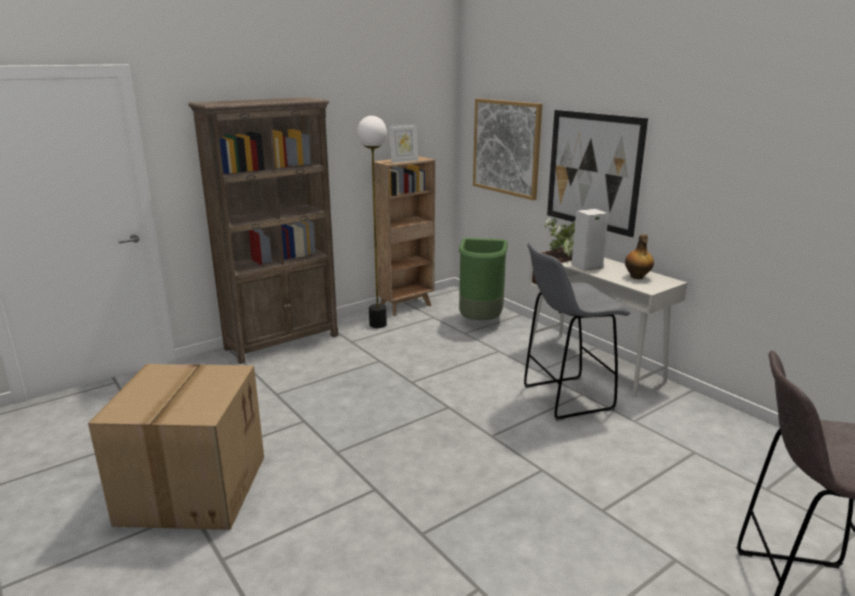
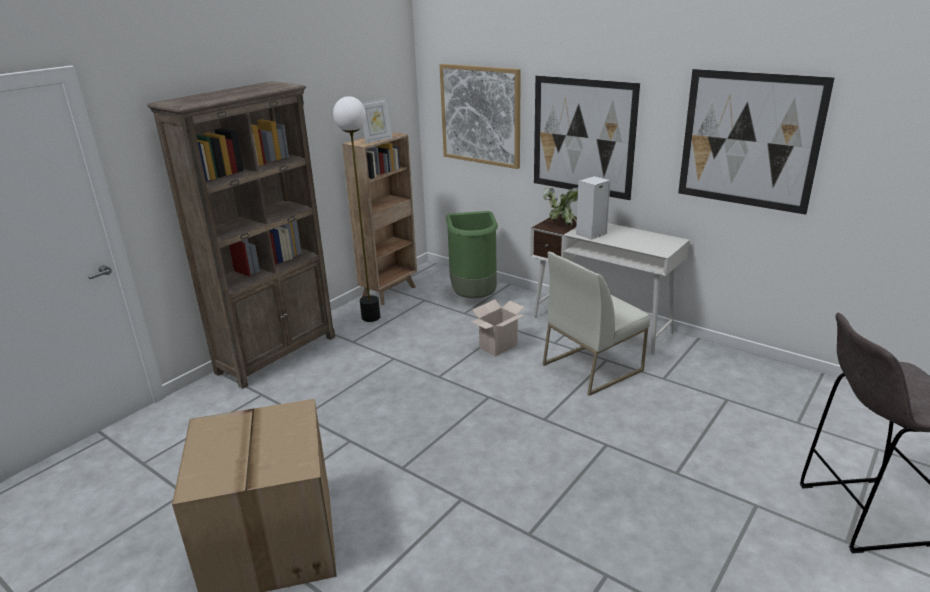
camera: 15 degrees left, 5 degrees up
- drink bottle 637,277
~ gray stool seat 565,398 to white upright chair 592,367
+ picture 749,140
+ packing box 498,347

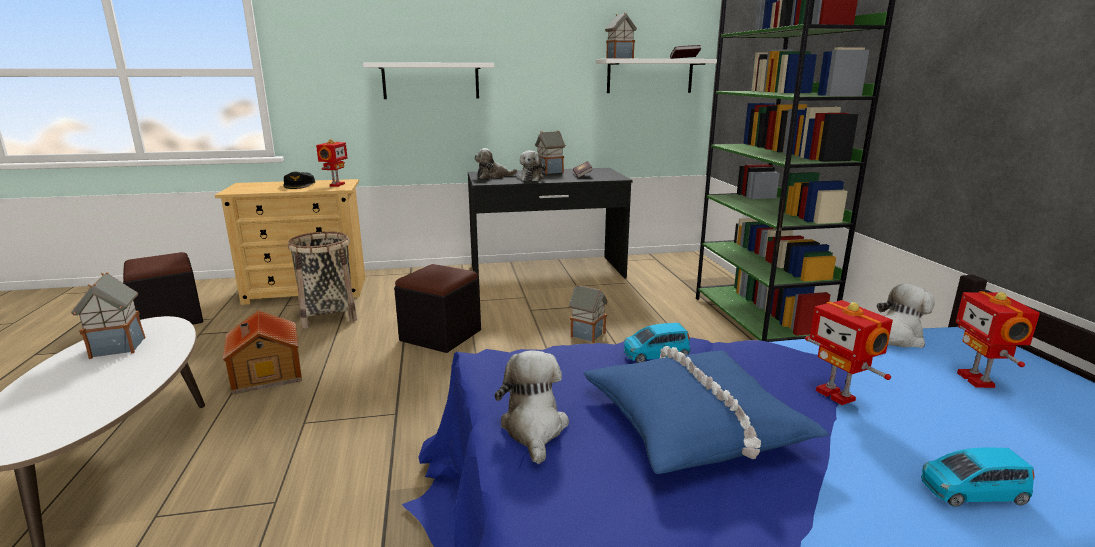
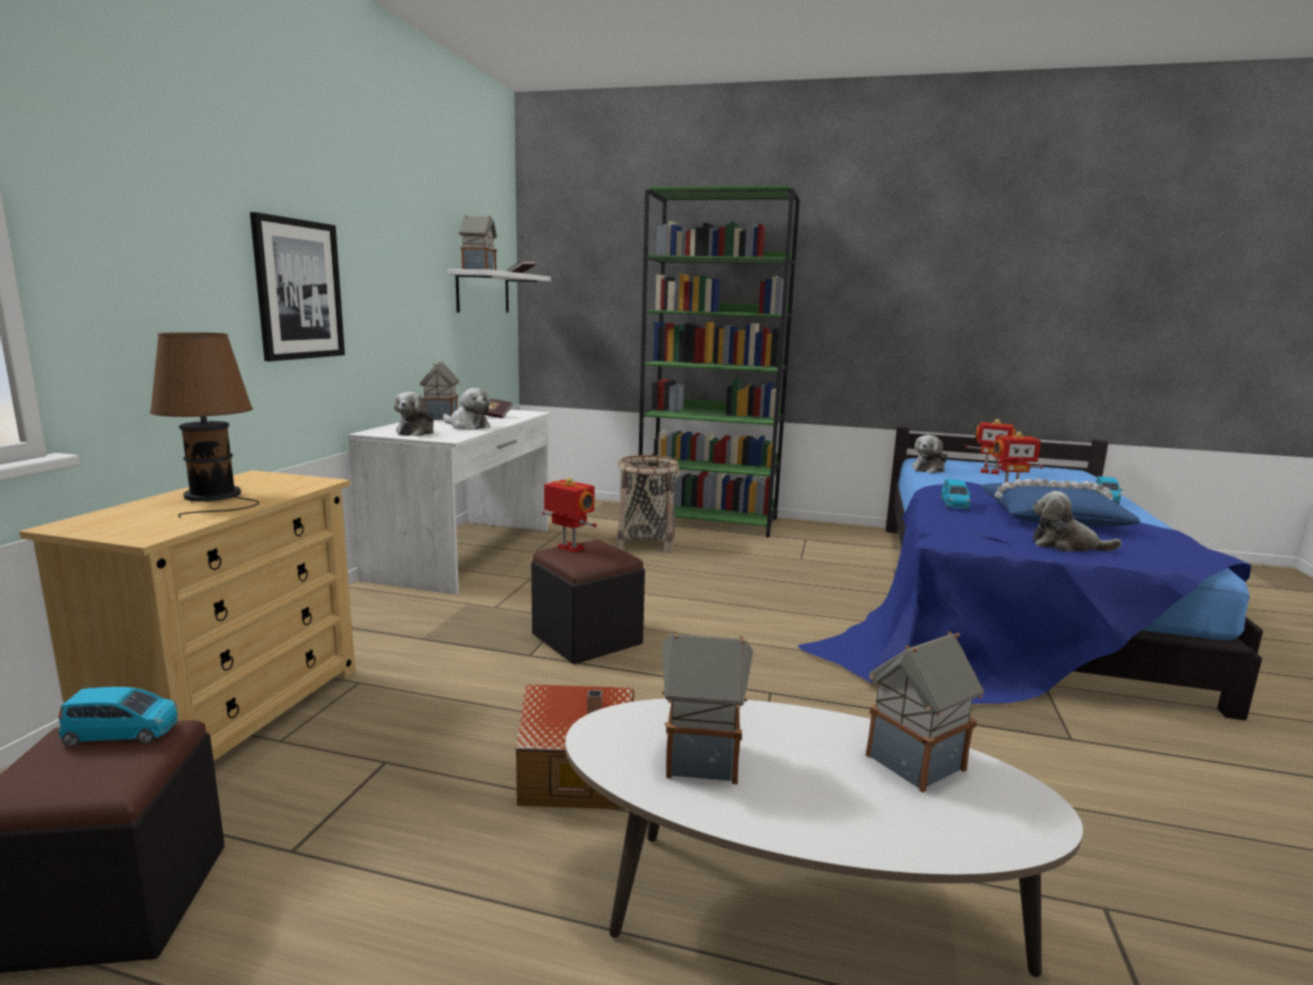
camera: 65 degrees left, 5 degrees down
~ white bracket shelf 431,81 to picture 298,290
~ toy robot 336,185 to 569,548
~ blackish desk table 546,271 to white desk table 465,553
~ blackish baseball cap 299,185 to brown tabletop lamp 214,496
~ household basket 328,315 to 646,544
~ toy house 587,335 to 914,764
~ plush toy 894,338 = 929,469 135 degrees counterclockwise
+ bluish miniature car 122,733

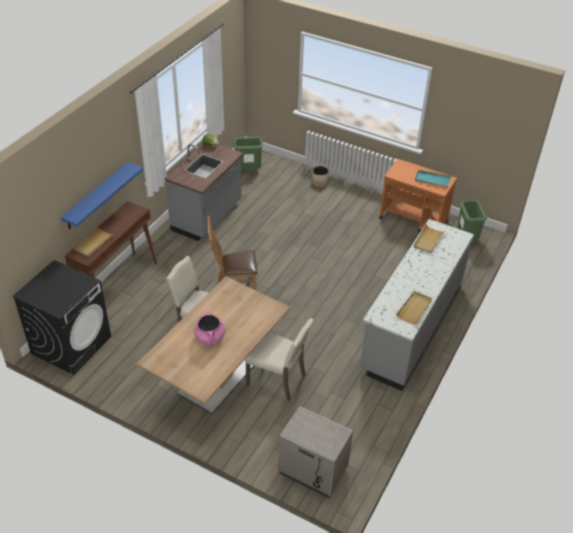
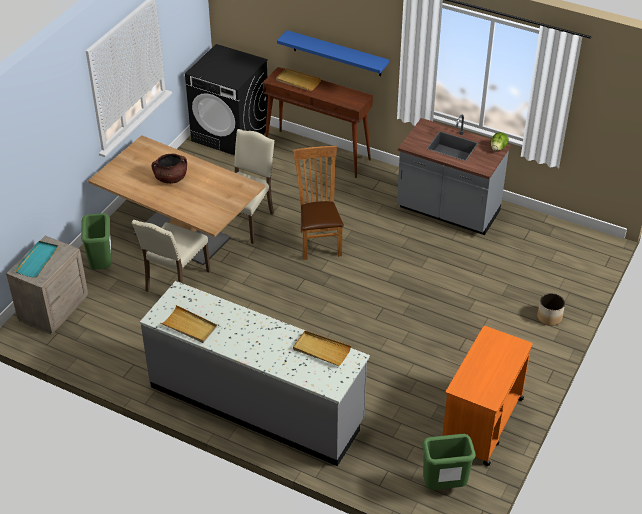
camera: 90 degrees right, 0 degrees up
~ greenish trash can 248,171 to 102,265
~ turquoise serving tray 432,180 to 38,260
~ pinkish cooking pot 210,337 to brown cooking pot 171,178

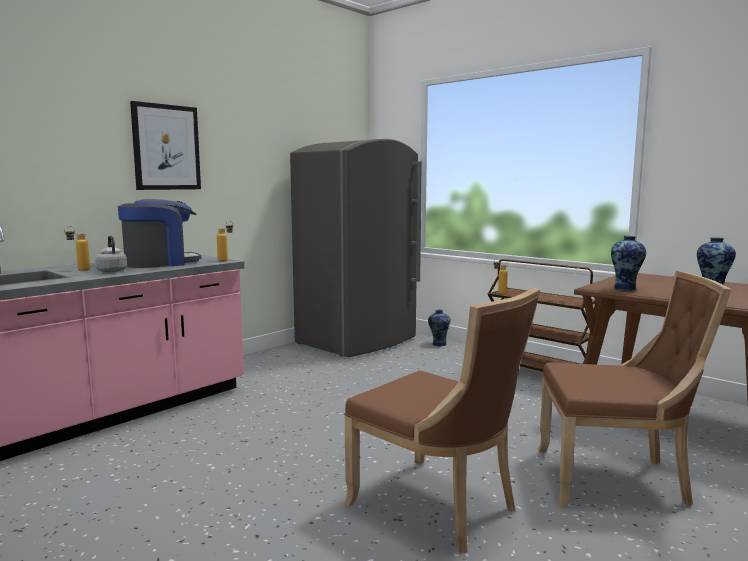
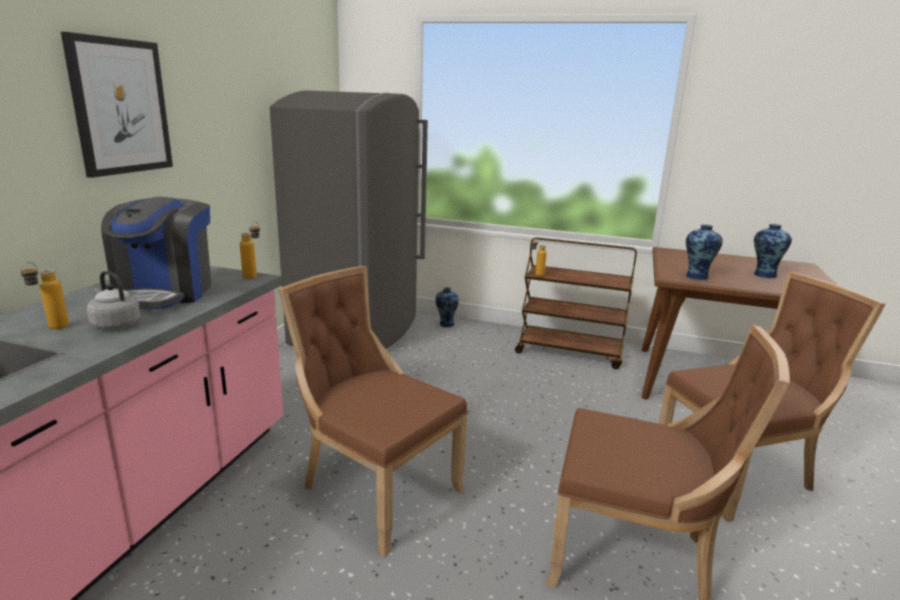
camera: 25 degrees left, 10 degrees up
~ coffee machine 160,263 = 165,293 150 degrees clockwise
+ brown upright chair 375,489

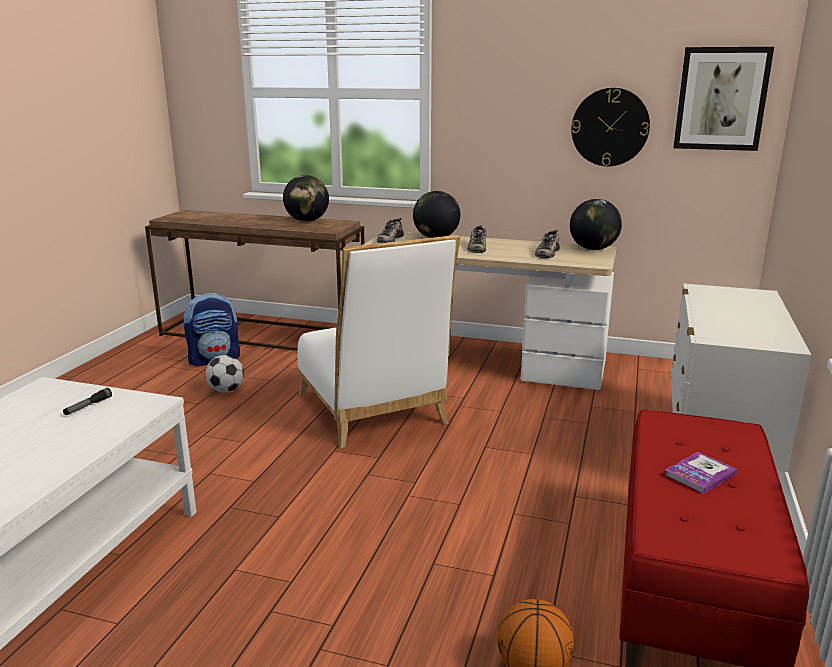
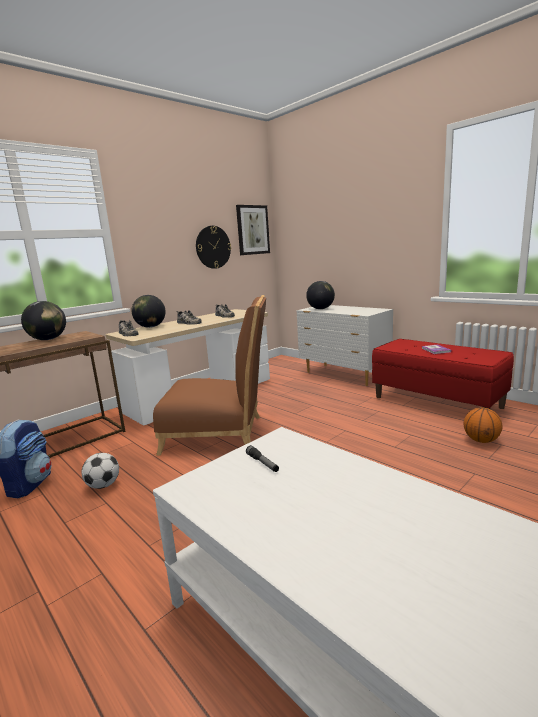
camera: 60 degrees left, 5 degrees down
~ desk globe 593,249 to 320,309
~ white upright chair 374,412 to brown upright chair 220,434

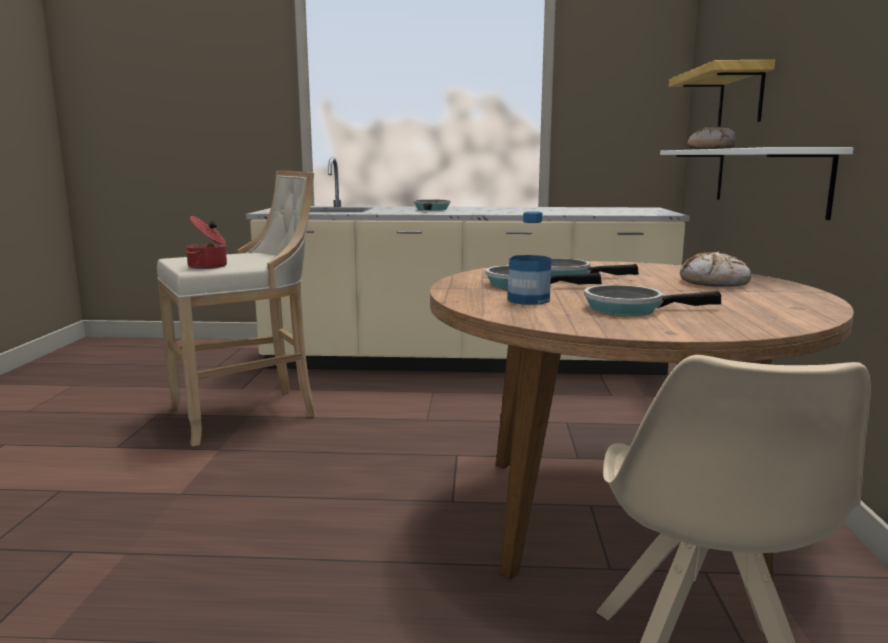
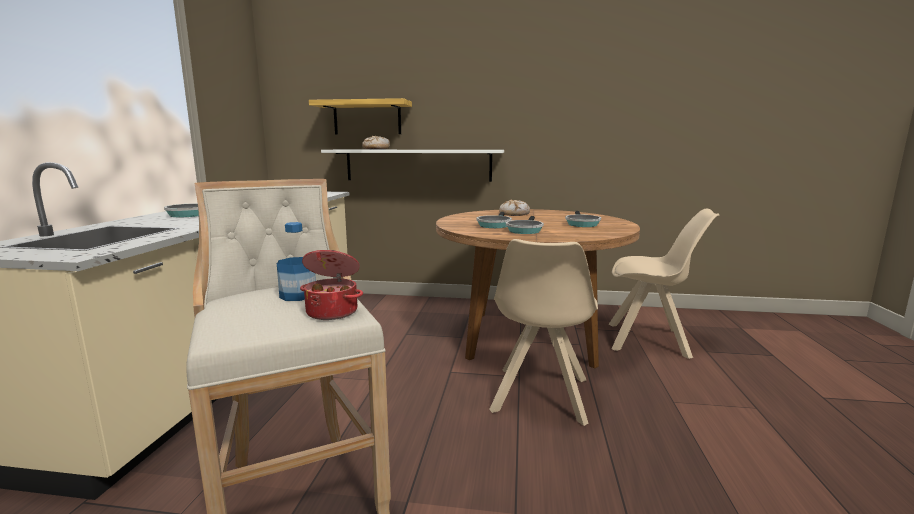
camera: 85 degrees left, 0 degrees up
~ drink bottle 528,300 to 298,295
+ beige upright chair 540,396

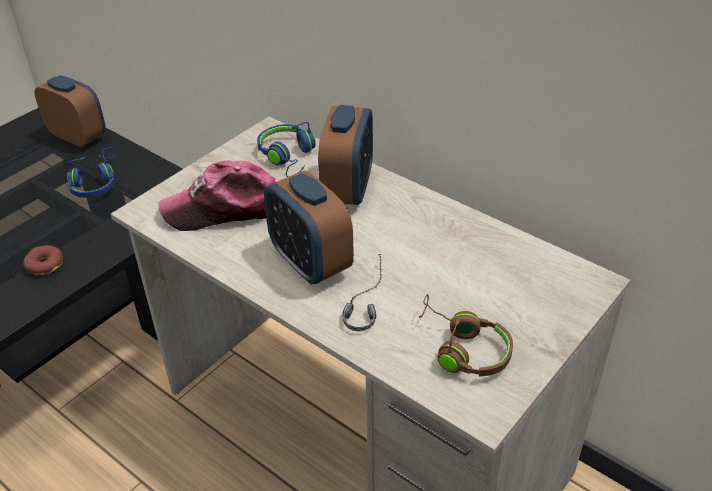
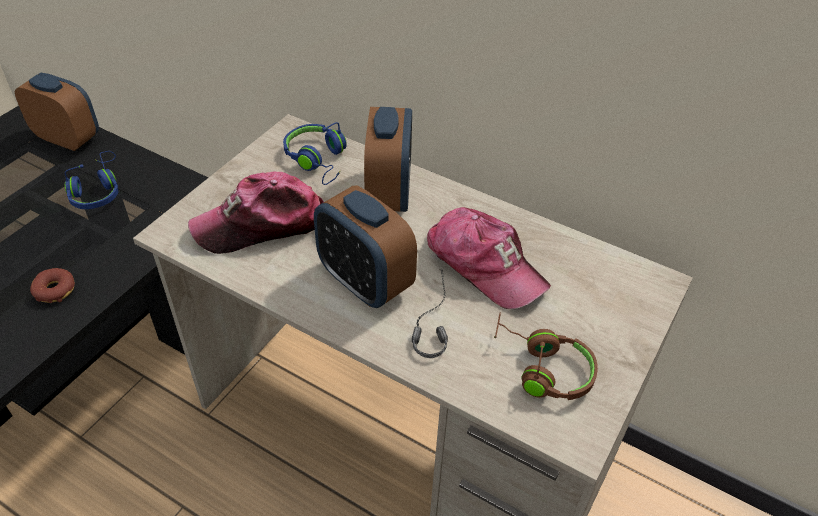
camera: 10 degrees left, 5 degrees up
+ baseball cap 484,265

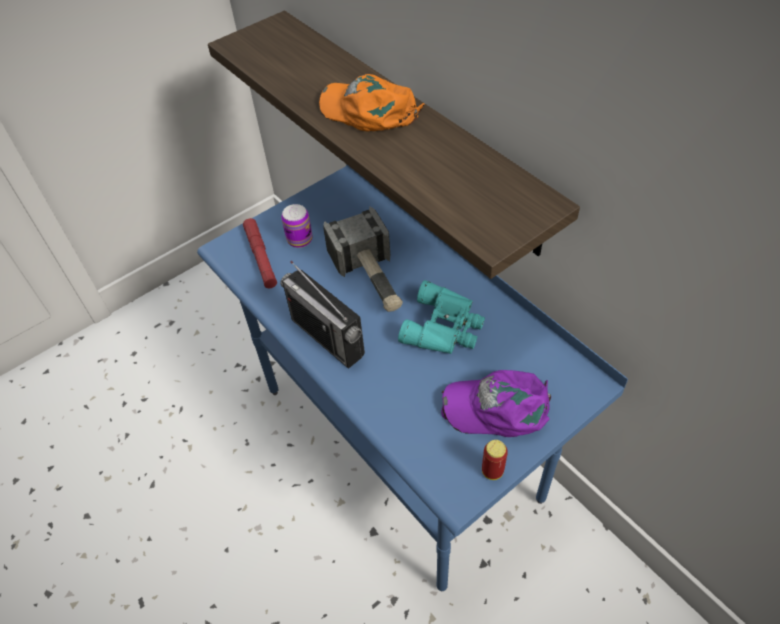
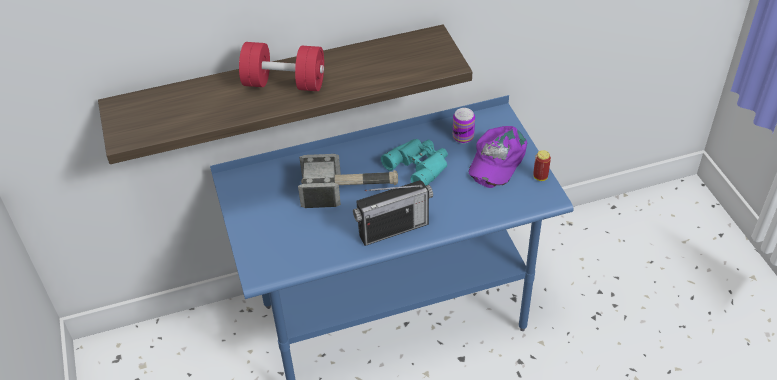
camera: 70 degrees left, 5 degrees down
~ orange baseball cap 369,111 to red free weight 284,83
~ metal can 299,239 to 463,137
- red torch 261,257

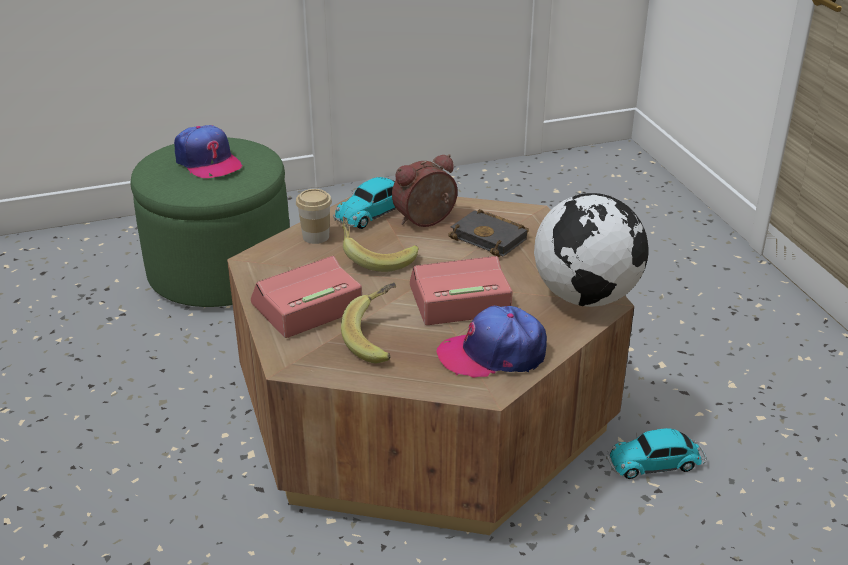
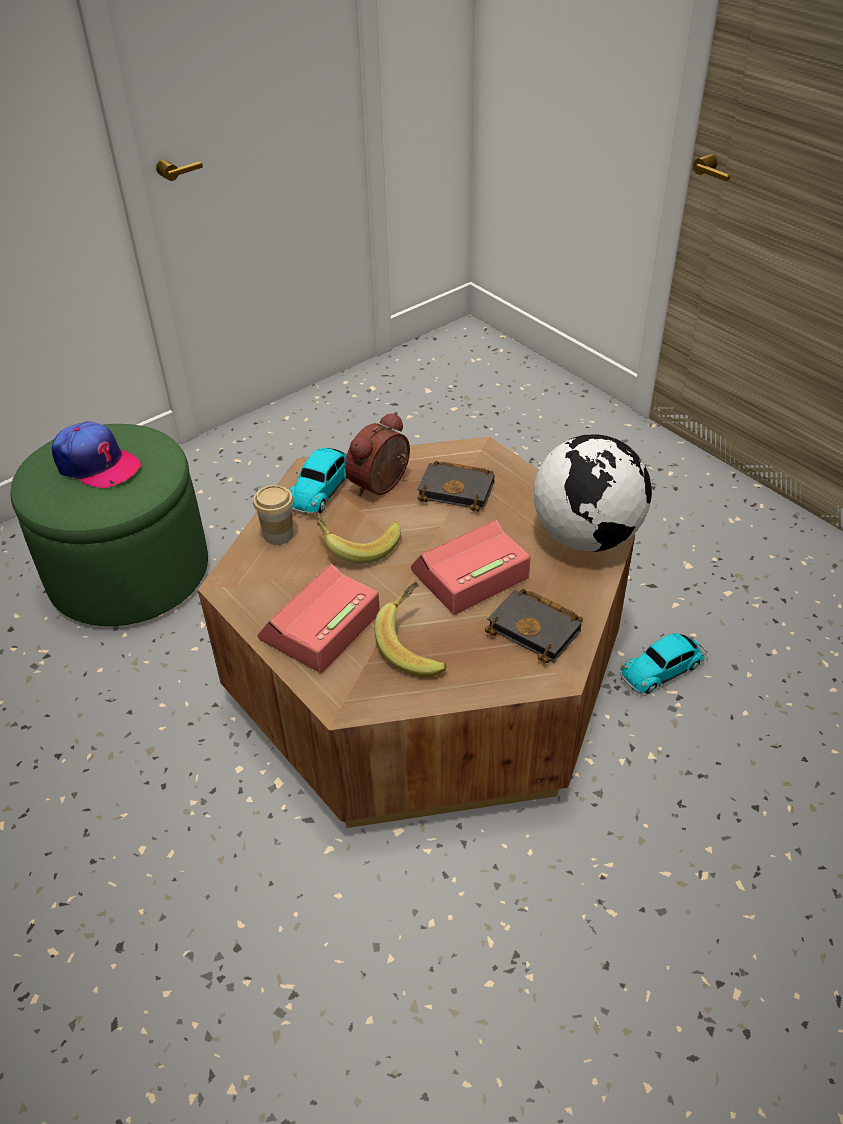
camera: 20 degrees left, 10 degrees up
~ baseball cap 493,354 to blackish bound book 537,629

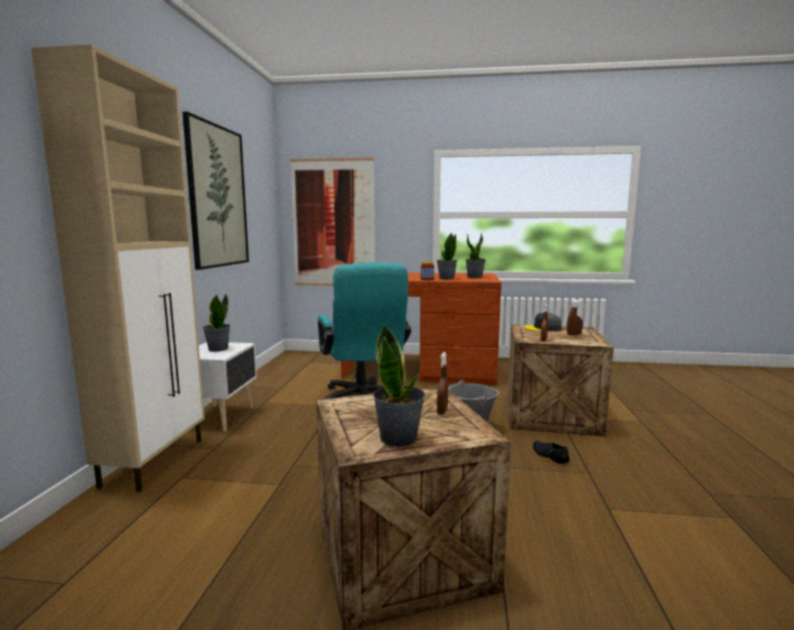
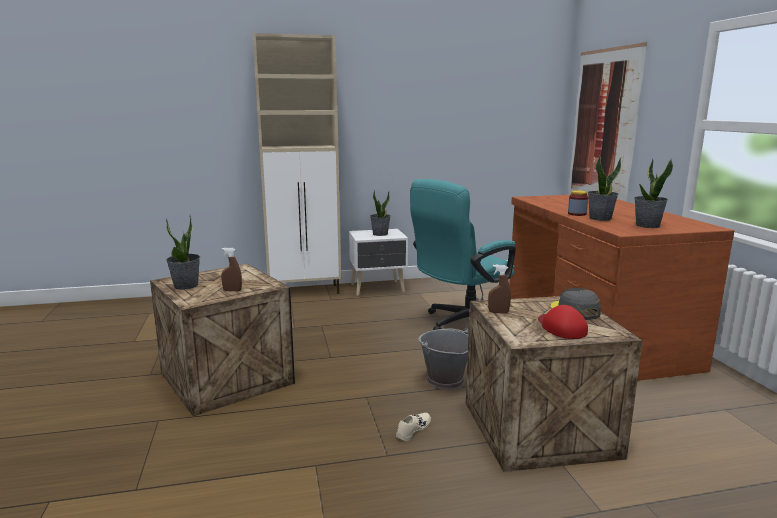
camera: 70 degrees right, 5 degrees up
- picture 218,196
~ brown hand sprayer 574,334 to red baseball cap 561,327
~ blackish low shoe 549,455 to beige low shoe 413,430

